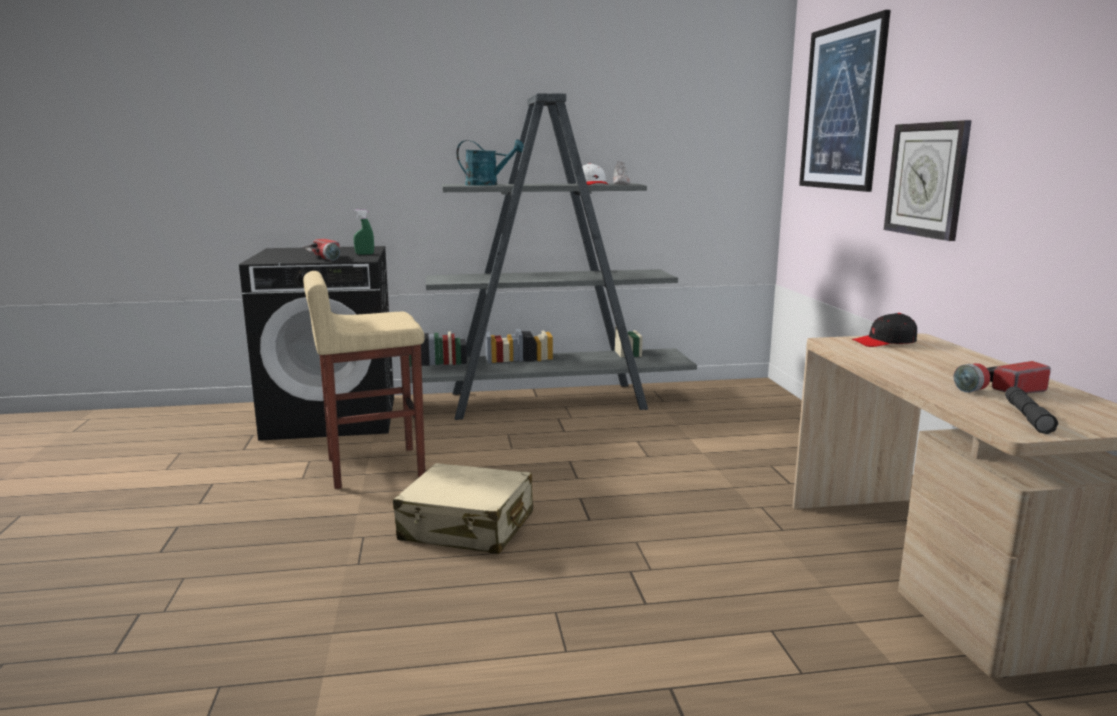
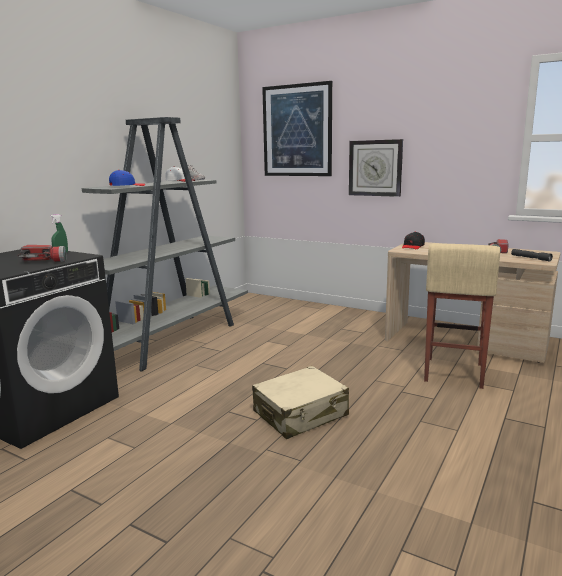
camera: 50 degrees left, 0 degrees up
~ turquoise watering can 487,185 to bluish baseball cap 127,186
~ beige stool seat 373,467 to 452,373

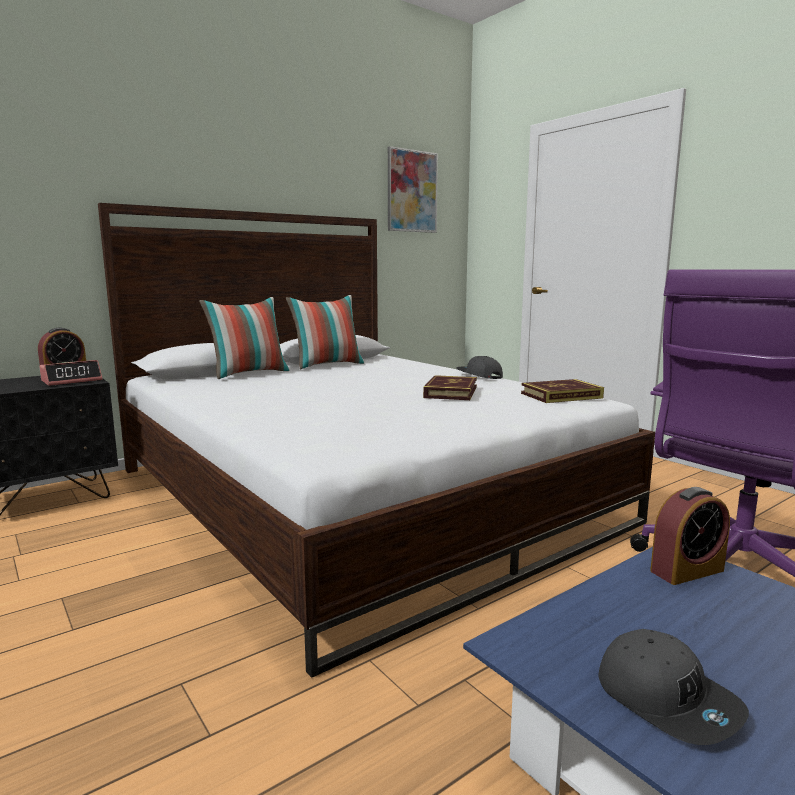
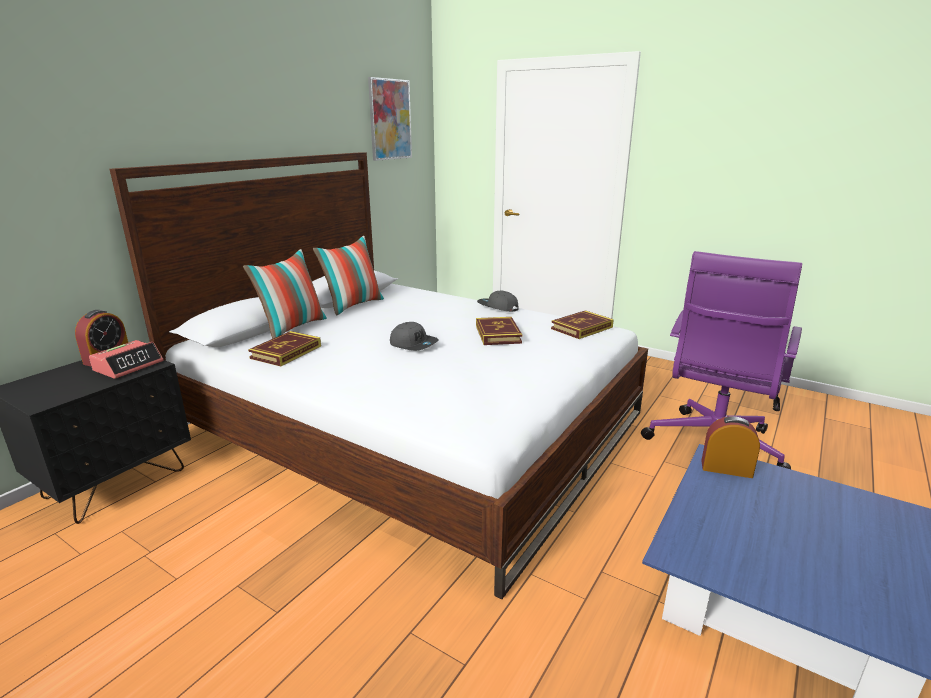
camera: 20 degrees left, 10 degrees up
~ alarm clock 687,571 = 726,468 120 degrees counterclockwise
~ gray baseball cap 667,699 to 414,344
+ bound book 286,352

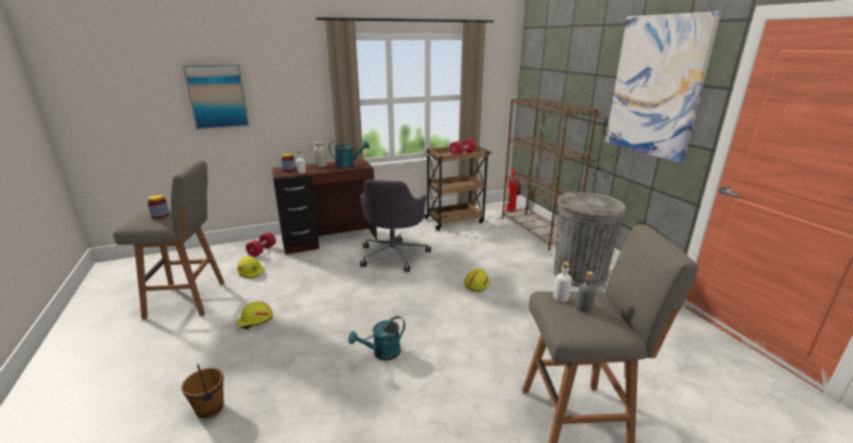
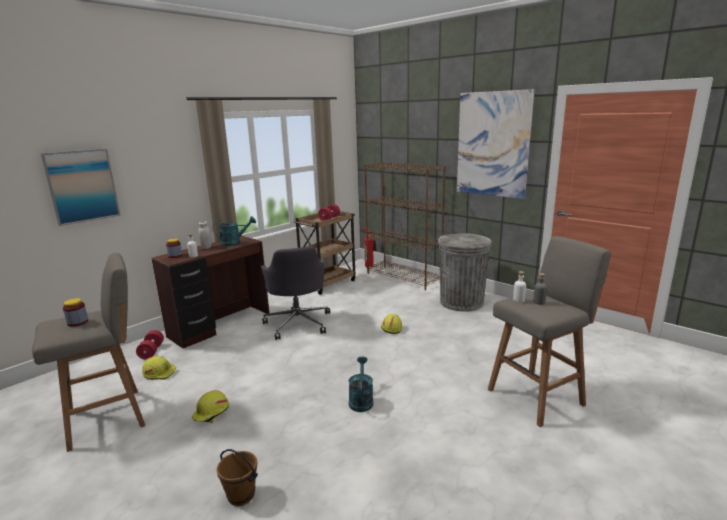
camera: 25 degrees left, 5 degrees down
~ turquoise watering can 382,353 = 361,400 150 degrees clockwise

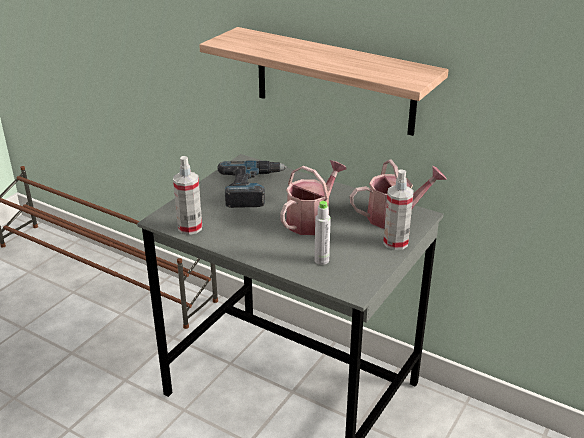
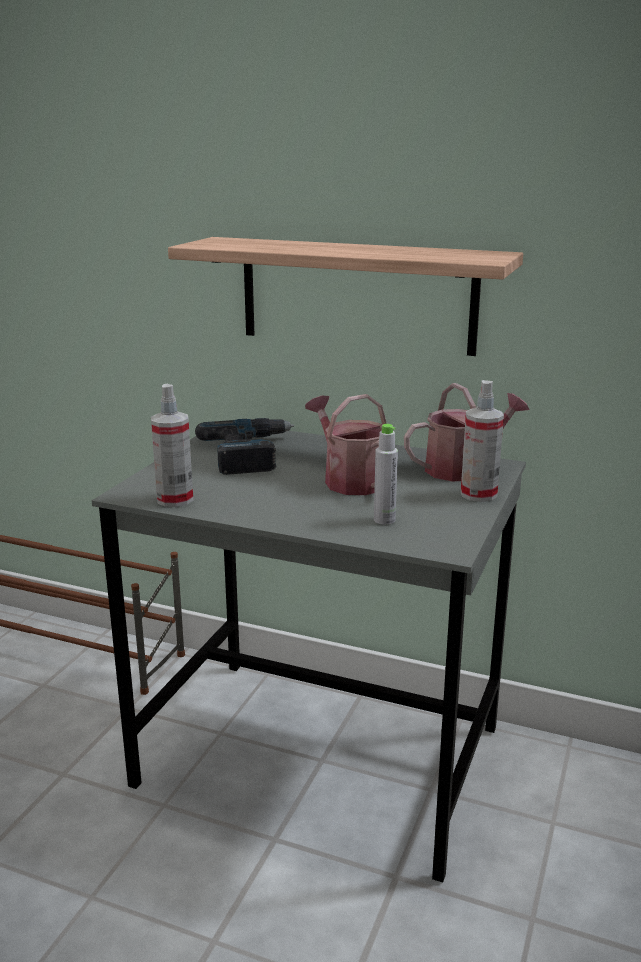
camera: 10 degrees left, 10 degrees down
~ watering can 312,220 = 350,480 60 degrees counterclockwise

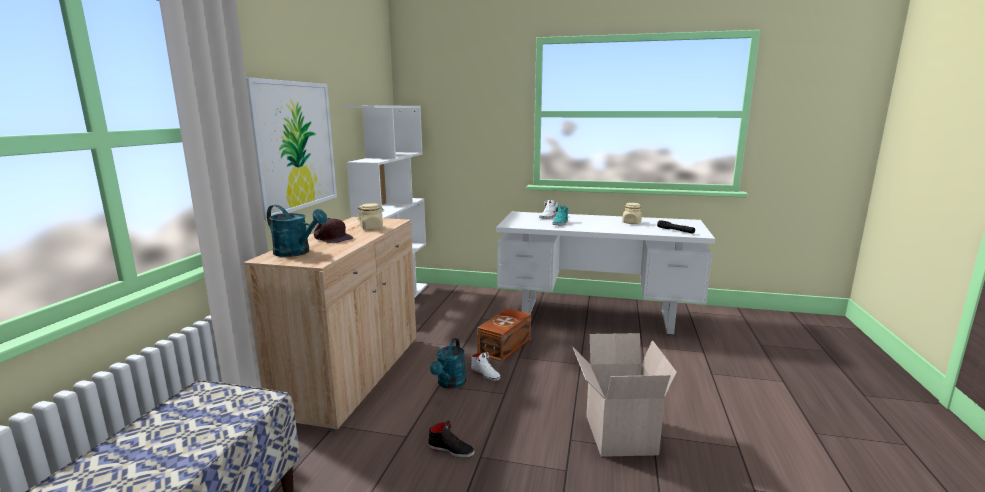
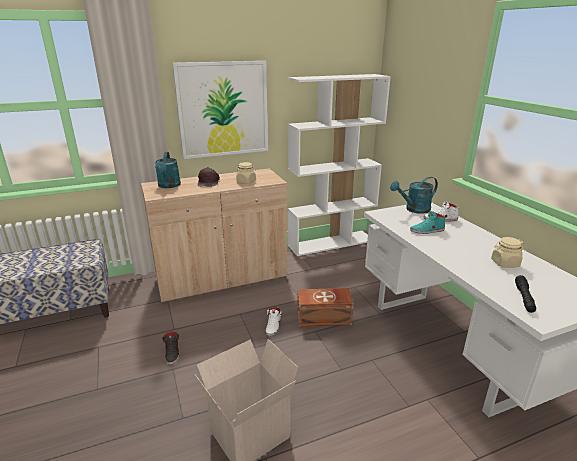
camera: 55 degrees right, 10 degrees up
~ turquoise watering can 450,384 to 414,209

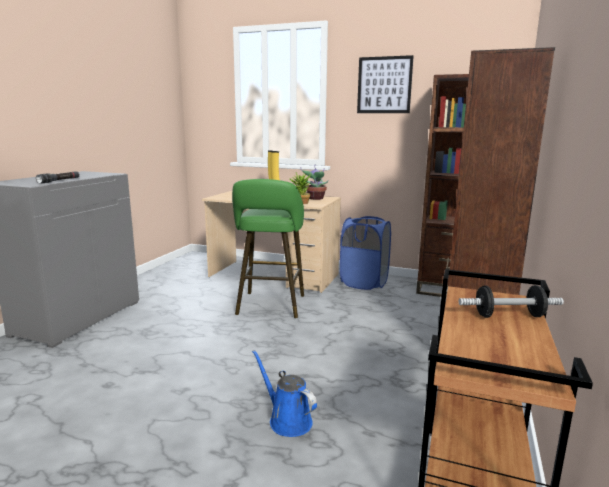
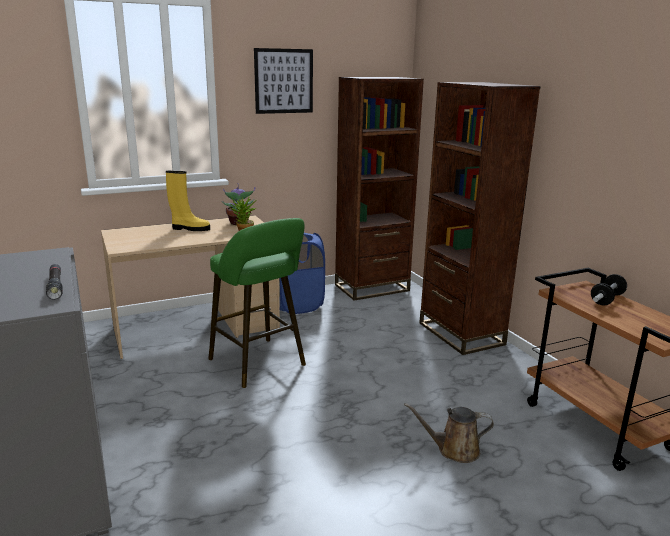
camera: 45 degrees left, 5 degrees up
~ bluish watering can 287,420 to brown watering can 454,450

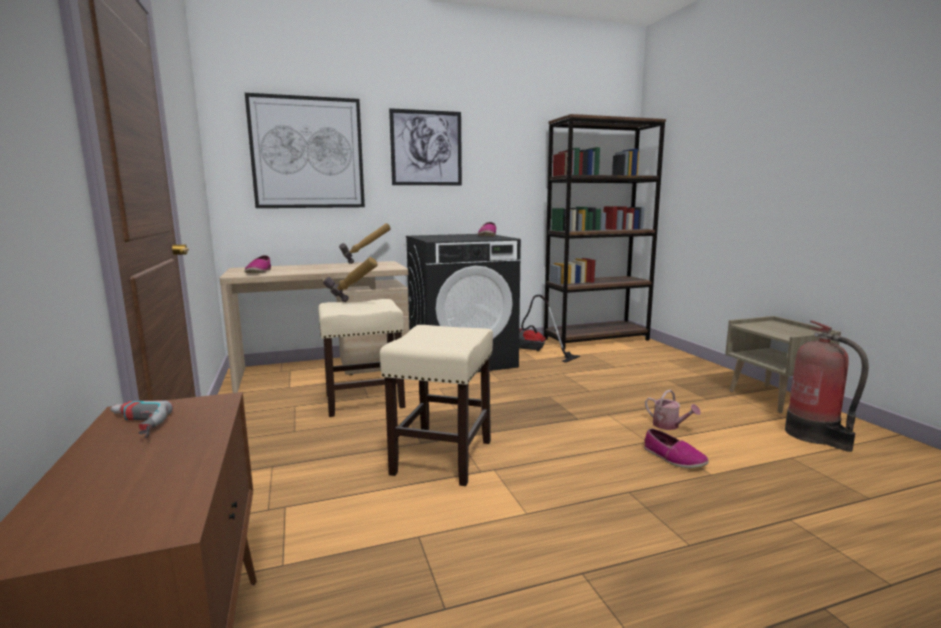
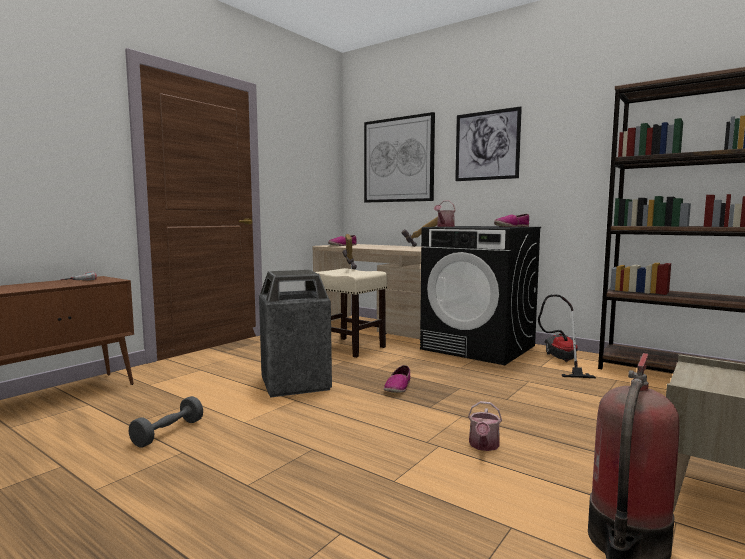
camera: 55 degrees right, 5 degrees down
~ beige stool seat 442,458 to trash can 294,384
~ low shoe 673,458 to 398,387
+ watering can 444,226
+ gray free weight 168,433

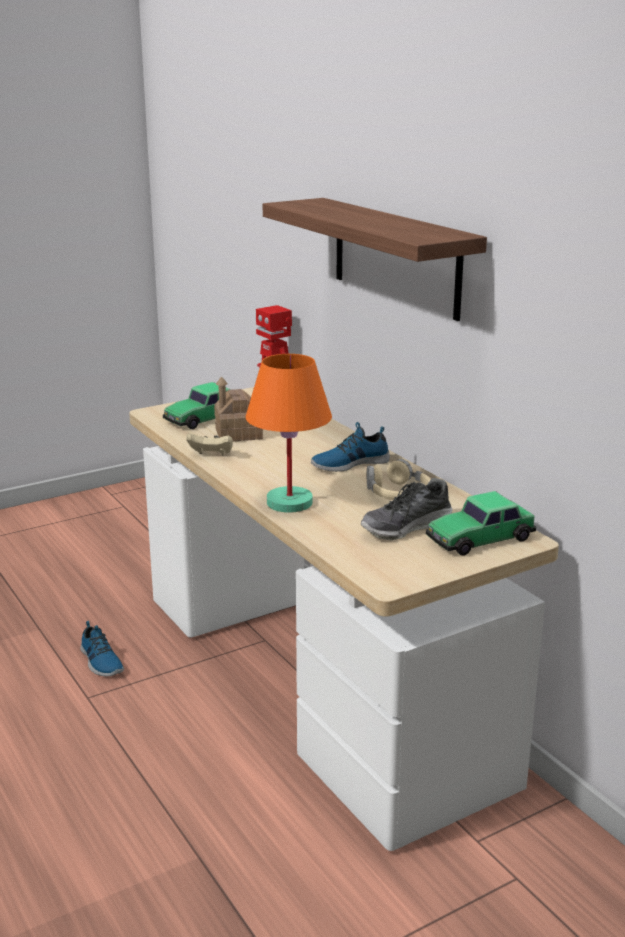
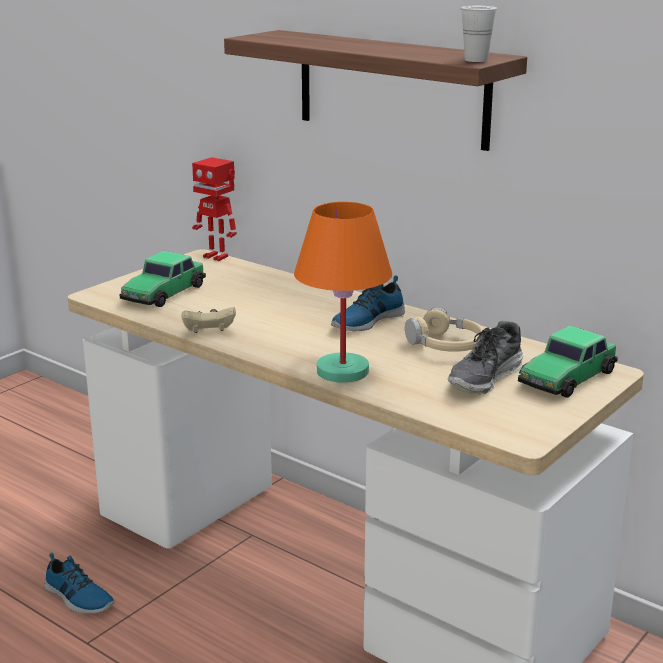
camera: 20 degrees left, 0 degrees up
- toy house 238,433
+ white small cup 476,60

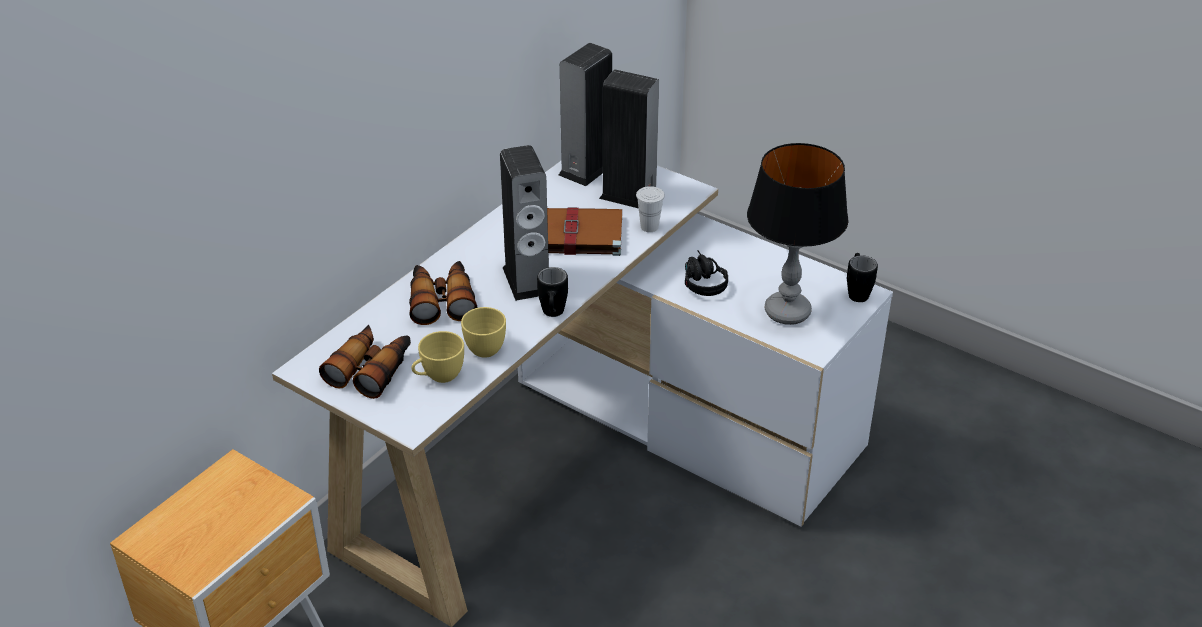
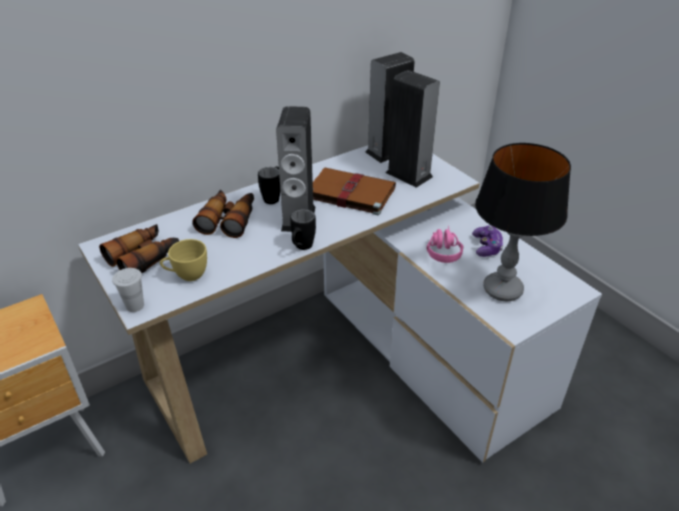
camera: 20 degrees right, 0 degrees up
~ white small cup 649,227 to 135,306
~ blackish pair of headphones 701,280 to pinkish pair of headphones 442,249
~ blackish coffee mug 857,291 to 273,197
- yellow-coloured small cup 486,346
+ joypad 486,247

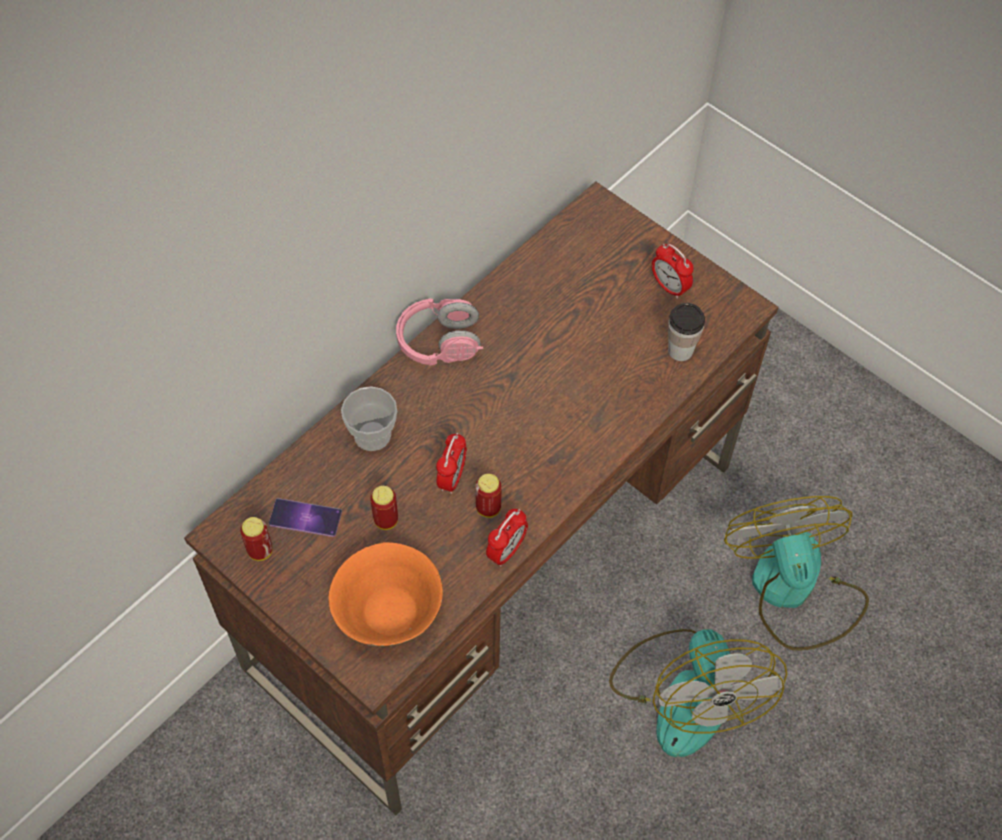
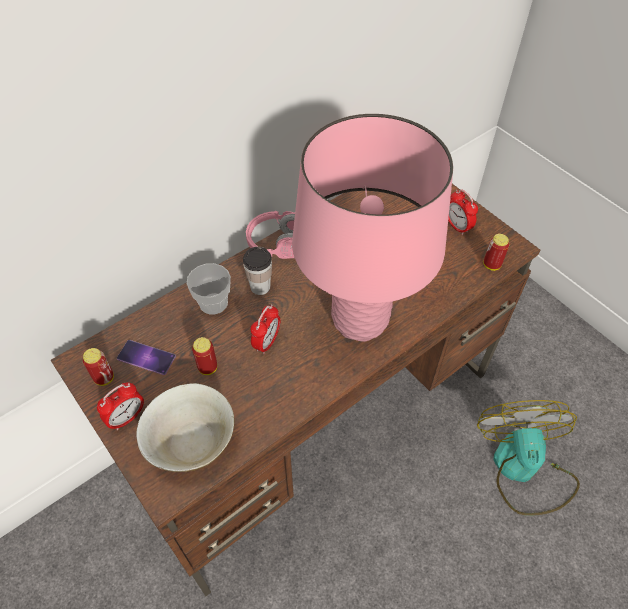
camera: 10 degrees right, 5 degrees down
~ small cup 680,350 to 260,287
~ metal can 488,508 to 491,265
~ alarm clock 506,551 to 127,418
~ orange bowl 388,611 to beige bowl 191,441
- cooling fan 686,692
+ pinkish tabletop lamp 360,320

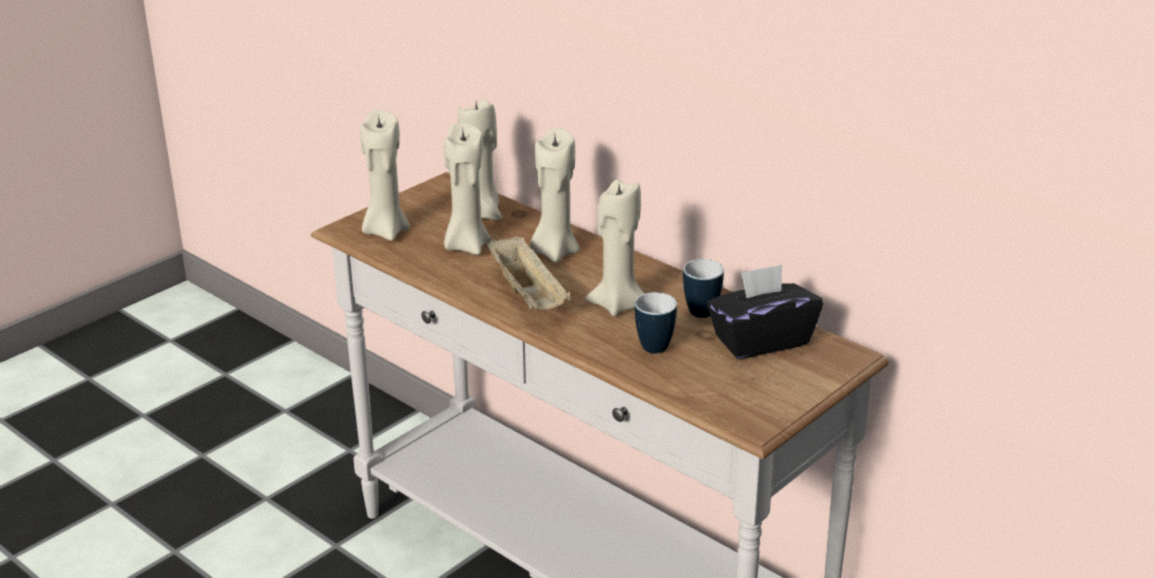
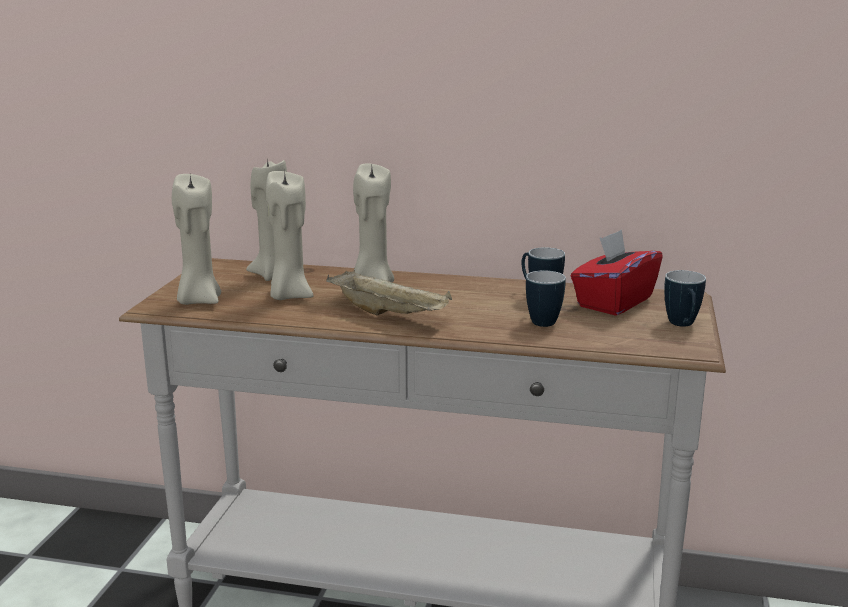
camera: 30 degrees left, 10 degrees down
- beige candle 618,305
~ blackish box of tissues 761,340 to red box of tissues 613,302
+ coffee mug 683,326

